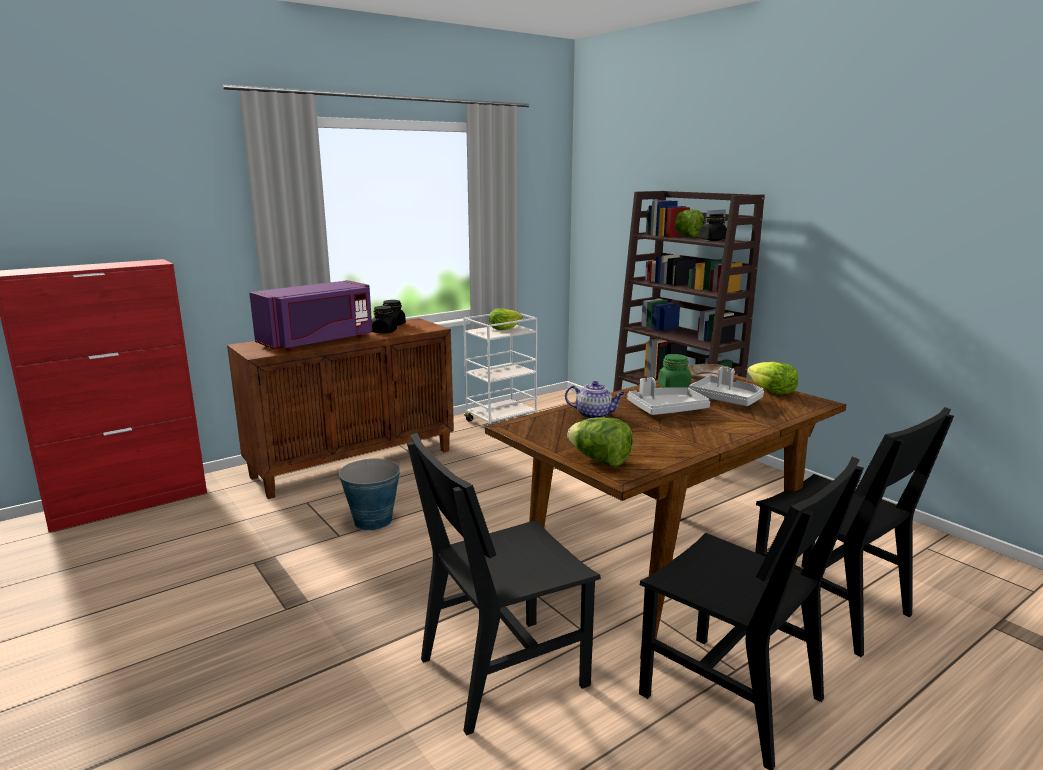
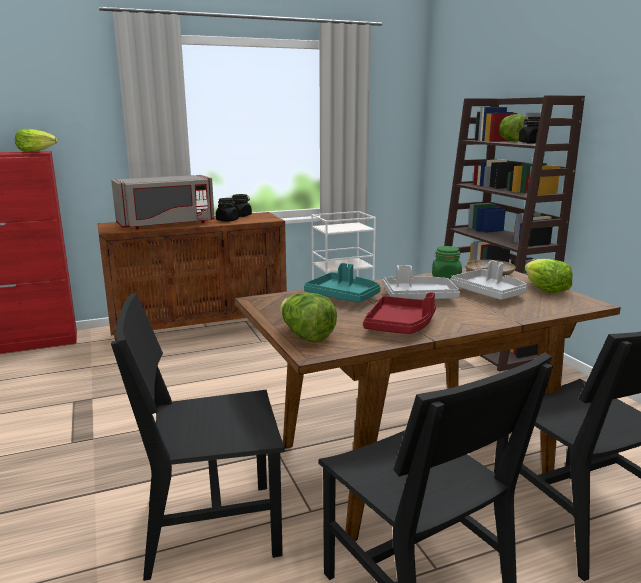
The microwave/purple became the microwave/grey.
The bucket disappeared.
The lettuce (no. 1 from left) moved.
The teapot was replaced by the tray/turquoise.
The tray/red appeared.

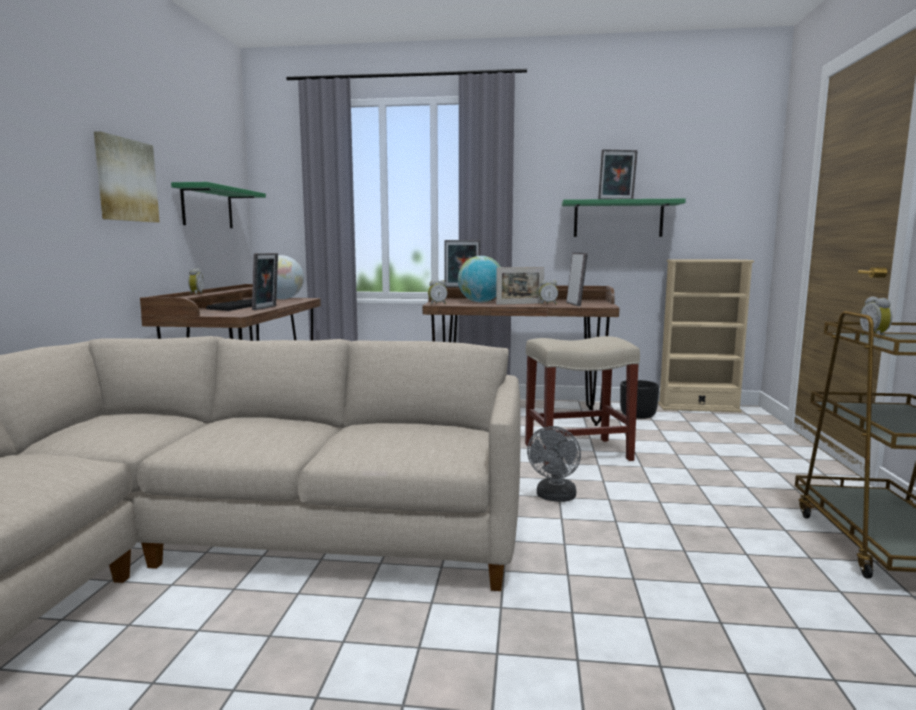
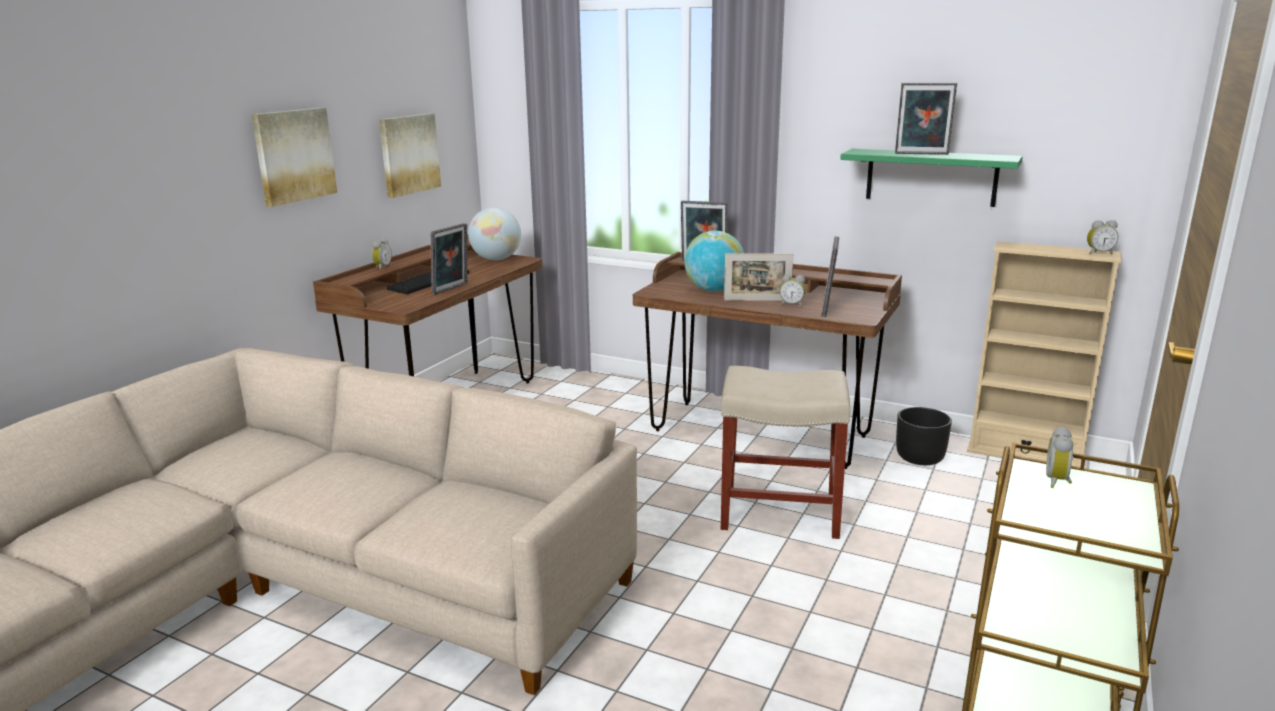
The shelf/green (no. 1 from left) was replaced by the picture (no. 2 from left).
The alarm clock (no. 2 from left in the first image) moved.
The fan/grey disappeared.

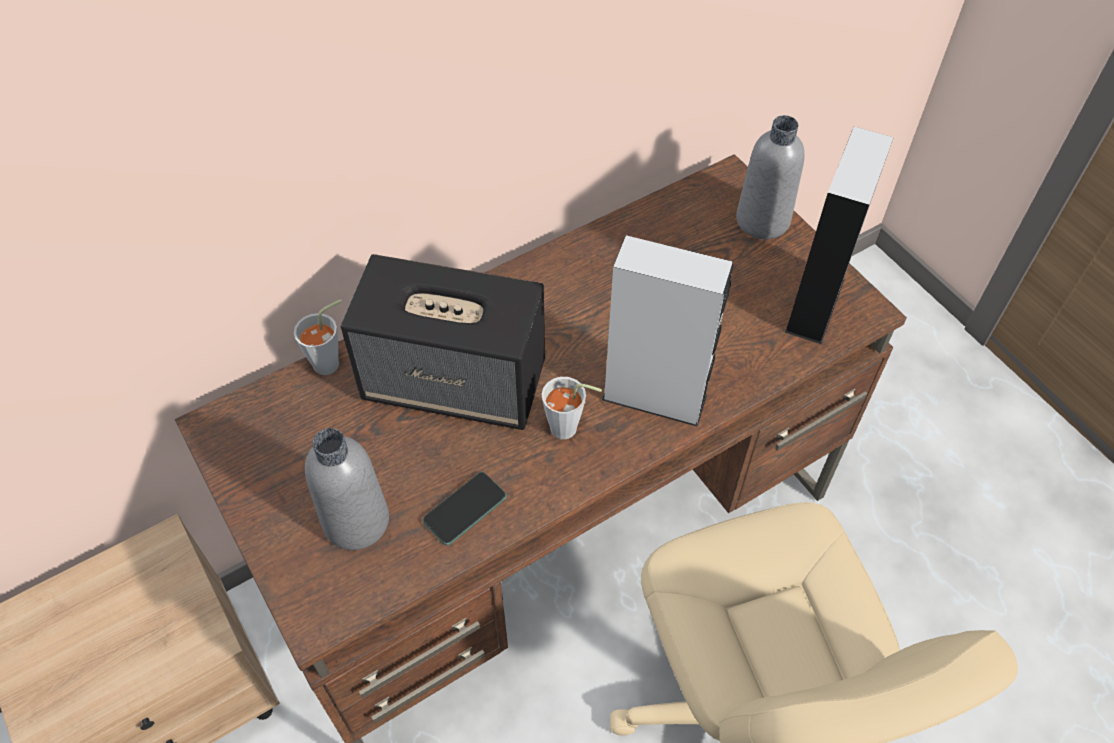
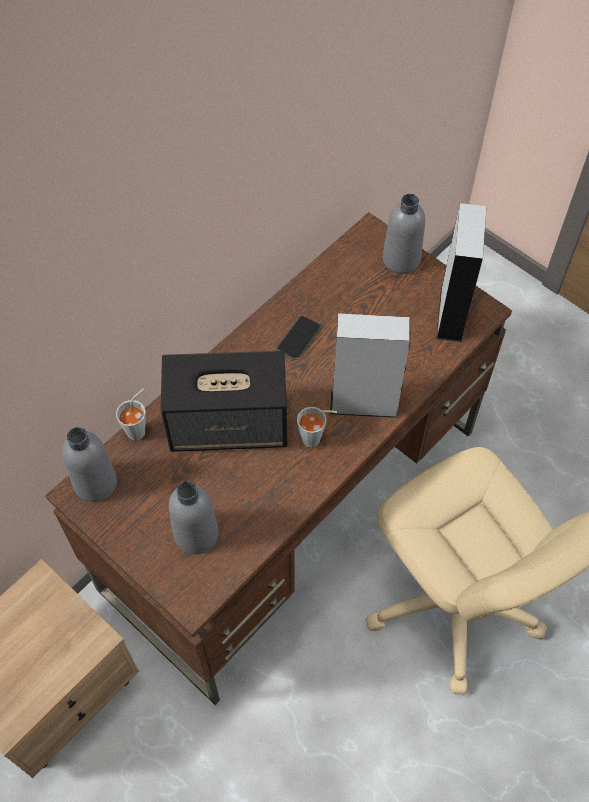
The phone moved.
The bottle/grey (no. 1 from left) appeared.

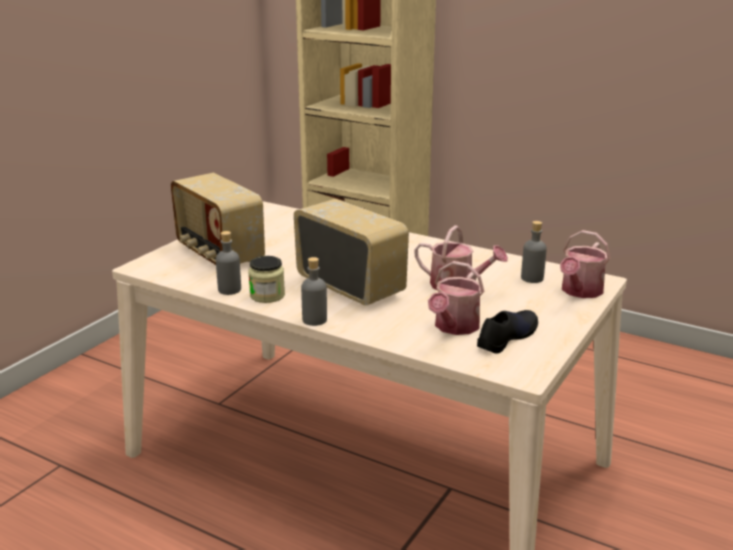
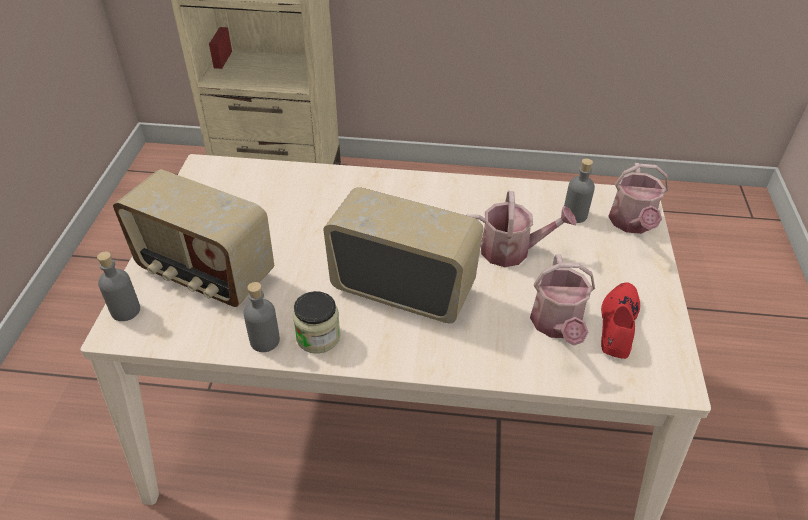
The bottle/grey (no. 2 from left in the first image) moved.
The shoe/black became the shoe/red.

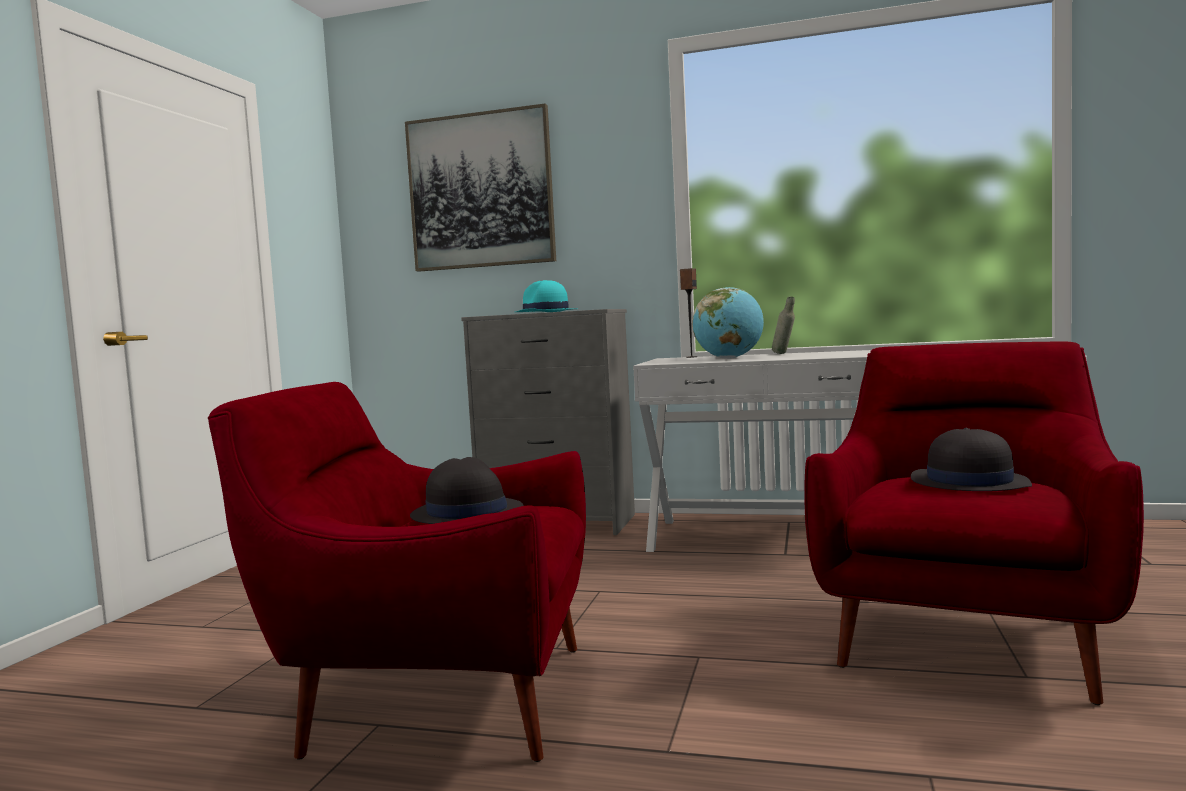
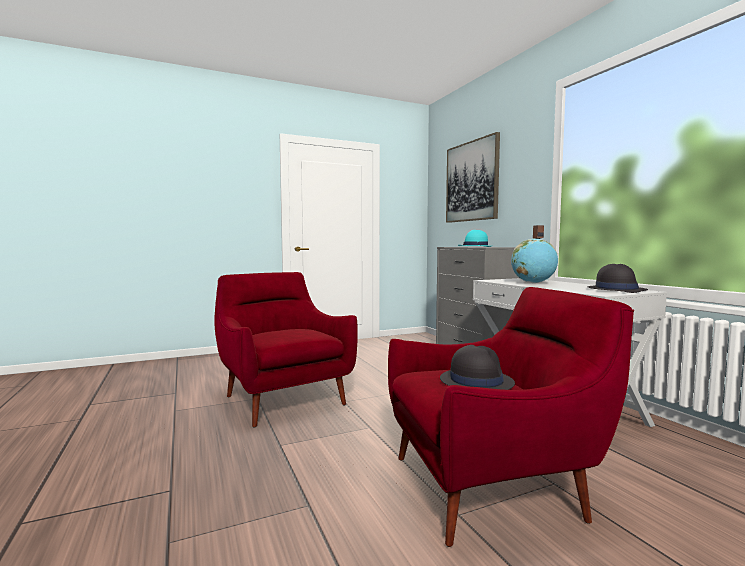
The hat/black (no. 1 from left in the first image) moved.
The bottle/grey disappeared.

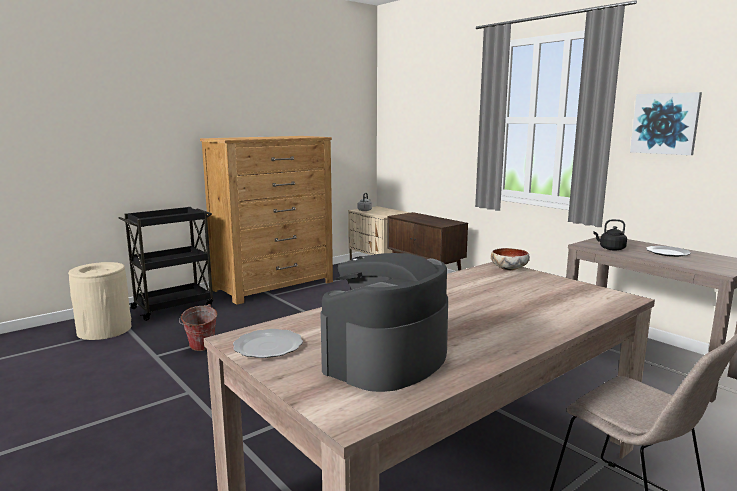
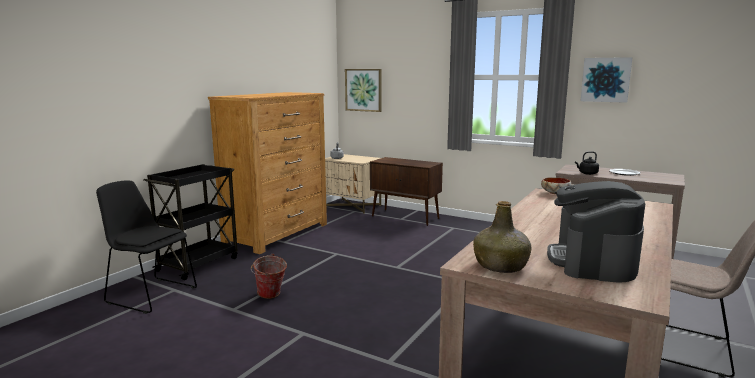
The trash can/beige was replaced by the chair/black.
The plate (no. 1 from left) was replaced by the bottle/green.
The picture (no. 1 from left) appeared.

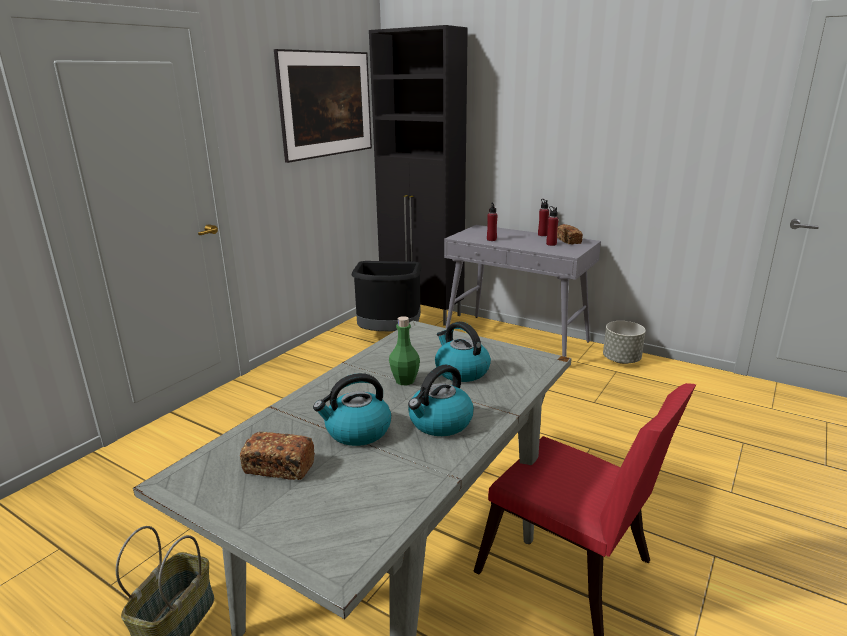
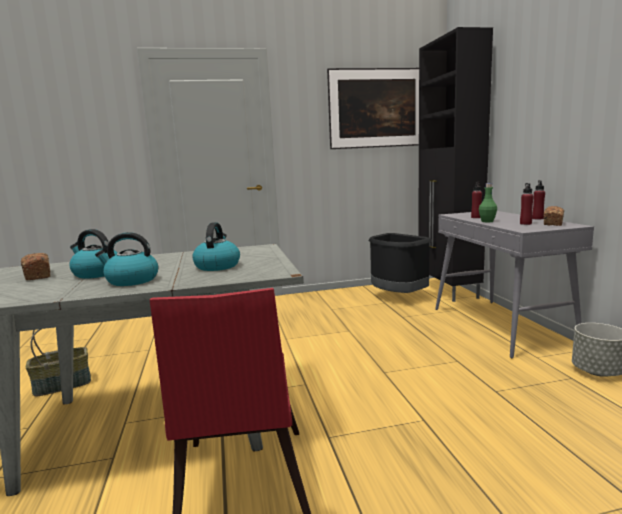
The bottle/green moved.

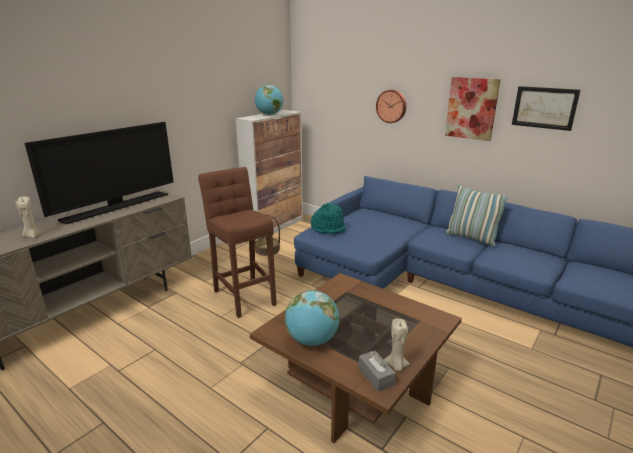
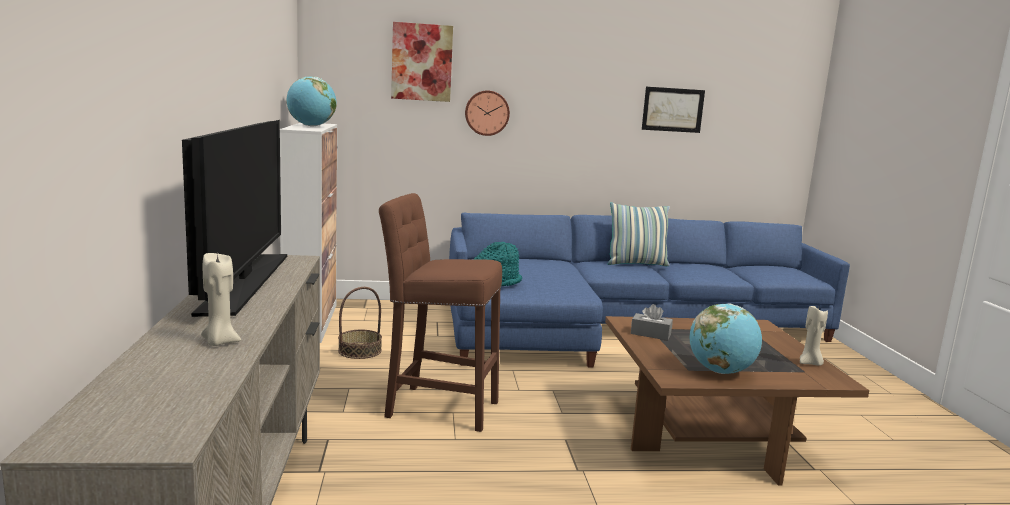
The tissue box/grey moved.
The picture (no. 1 from left) moved.

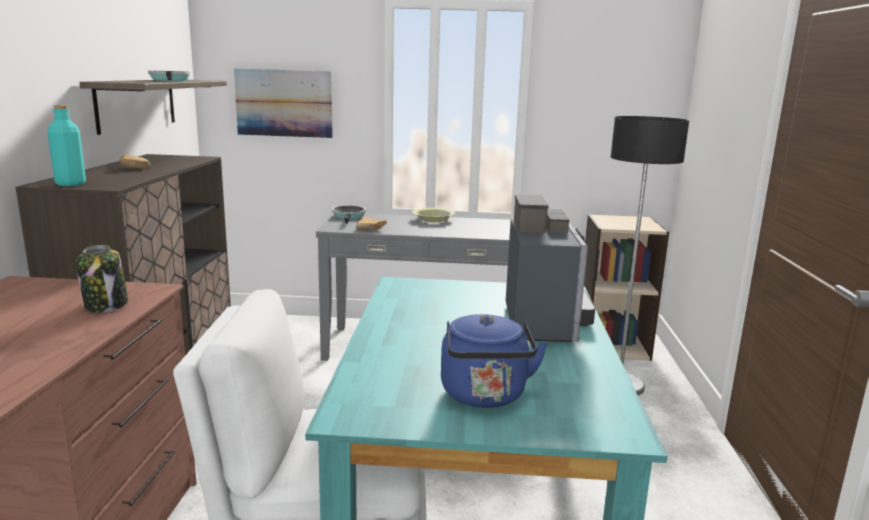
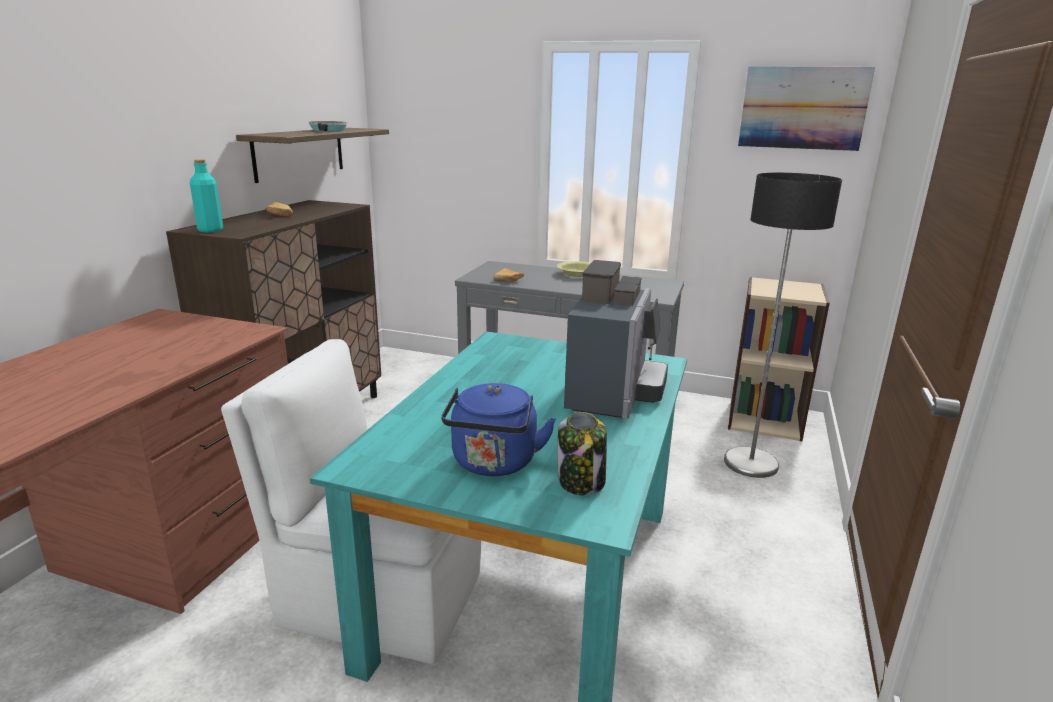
The jar moved.
The picture moved.
The frying pan (no. 2 from left) disappeared.

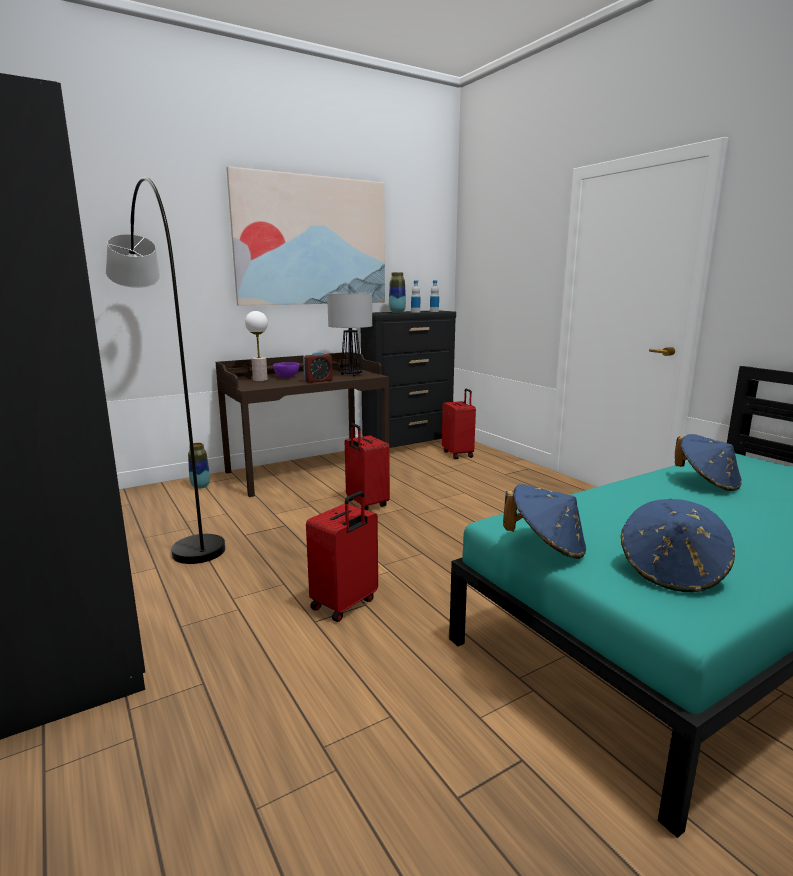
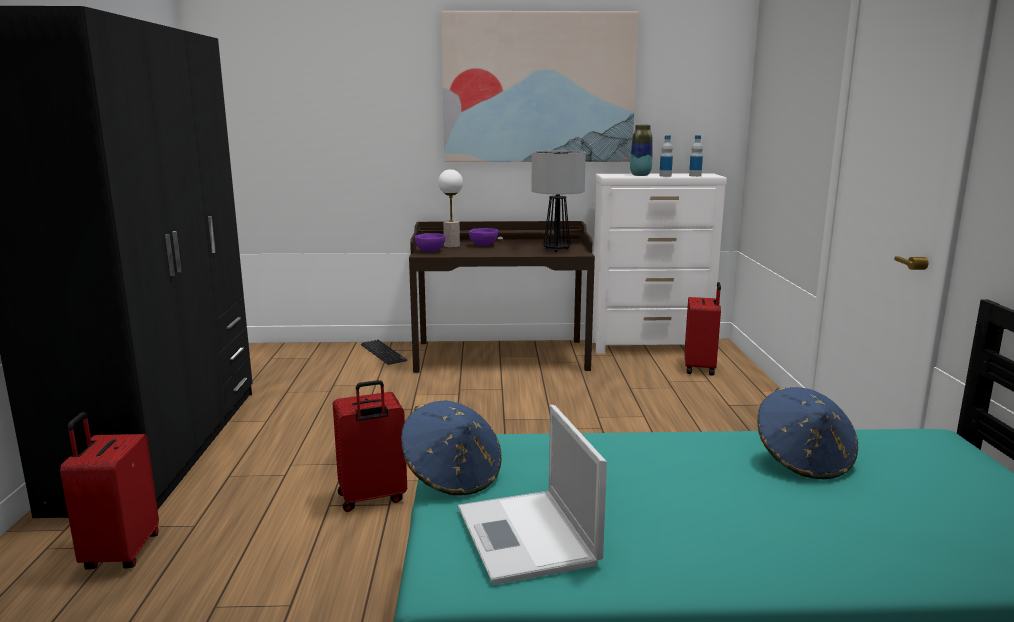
The floor lamp/grey disappeared.
The vase (no. 1 from left) was replaced by the keyboard.
The alarm clock disappeared.
The suitcase/red (no. 2 from left in the first image) moved.
The dresser/black became the dresser/white.
The hat/blue (no. 2 from left) was replaced by the laptop.
The bowl/purple (no. 1 from left) appeared.

